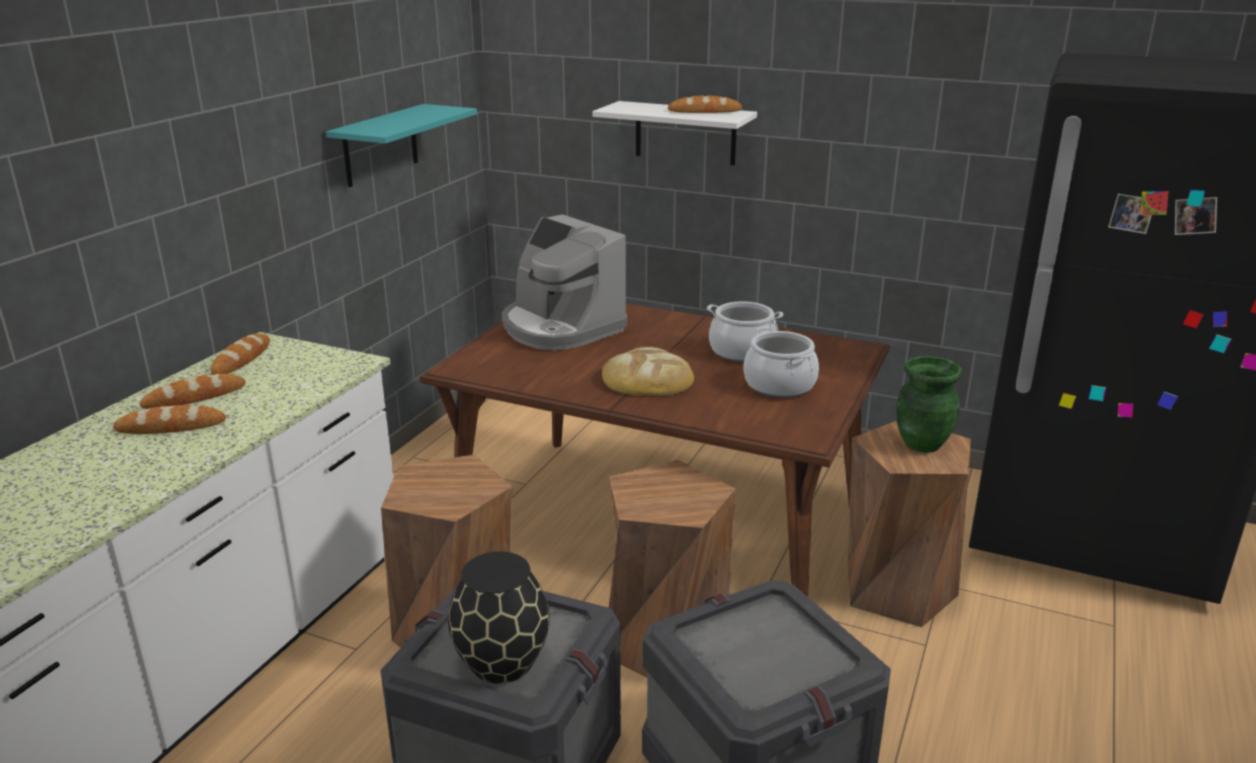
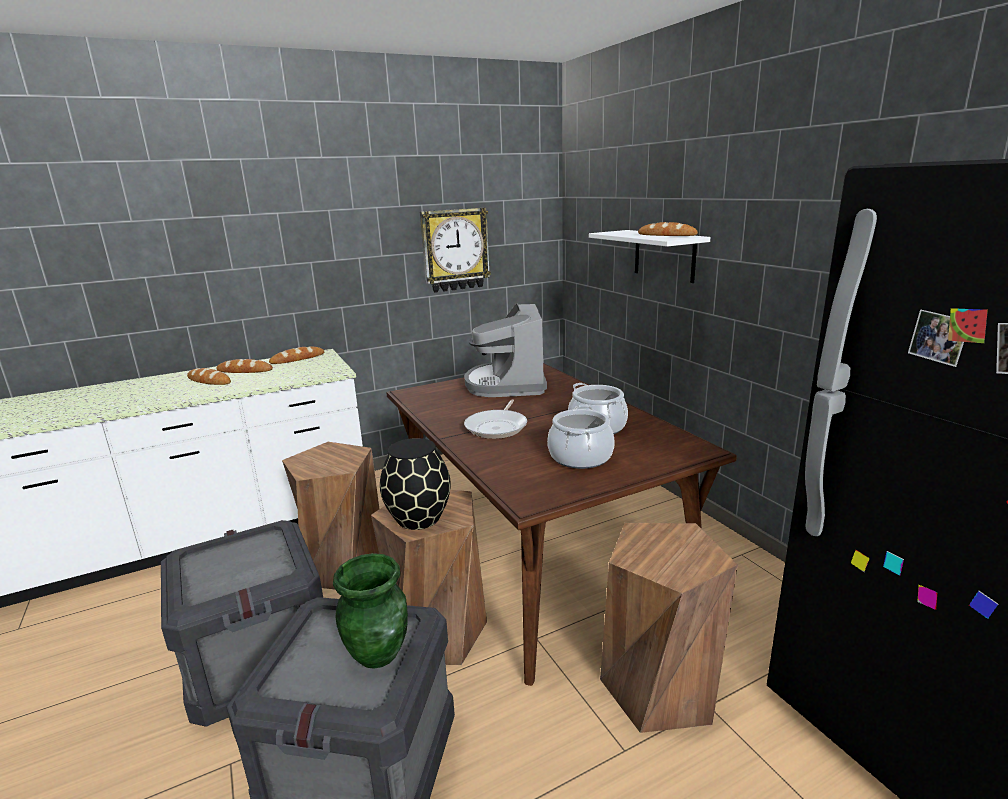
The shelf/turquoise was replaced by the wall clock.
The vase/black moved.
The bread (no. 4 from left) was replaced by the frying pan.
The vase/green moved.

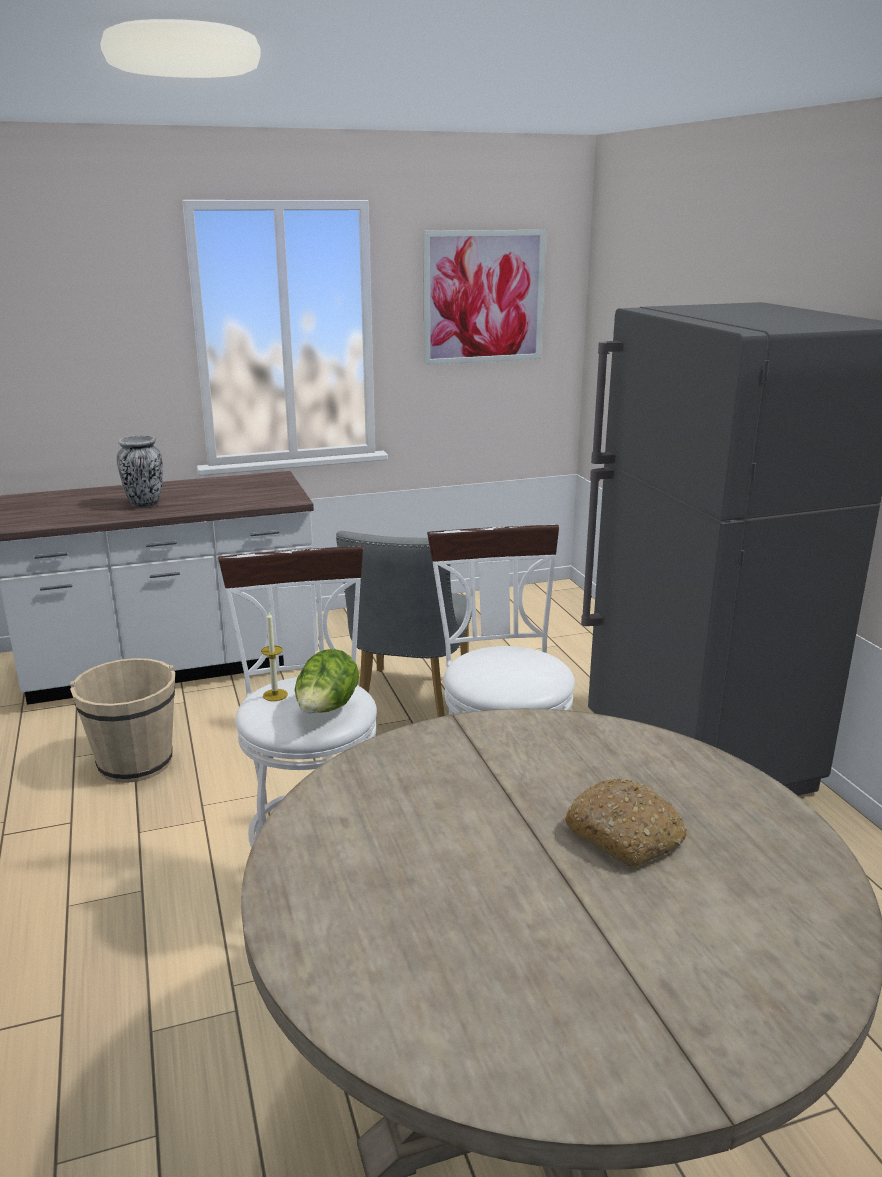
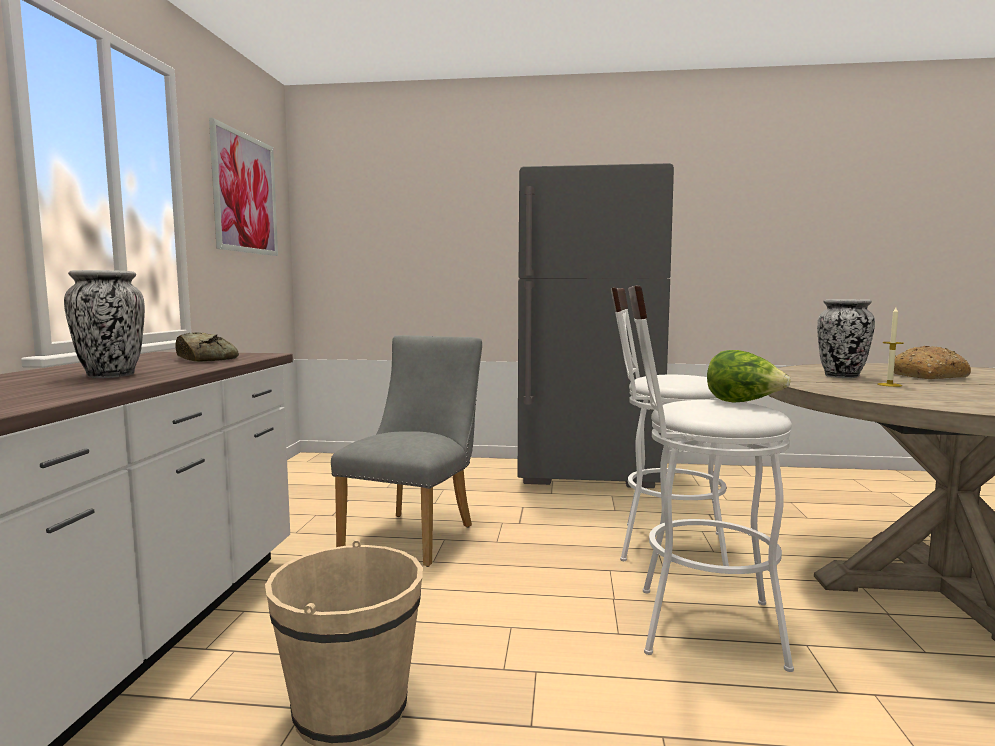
The candle moved.
The chair/grey turned 105 degrees counterclockwise.
The bread (no. 1 from left) appeared.
The vase (no. 2 from left) appeared.

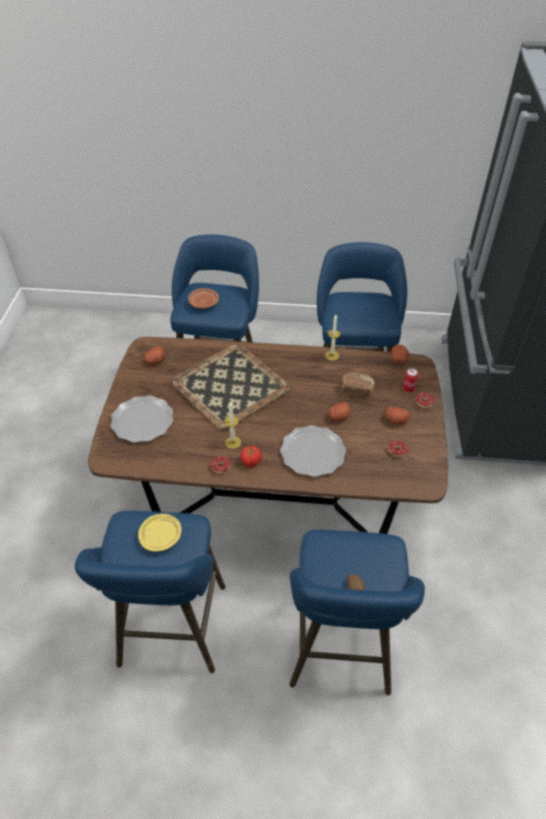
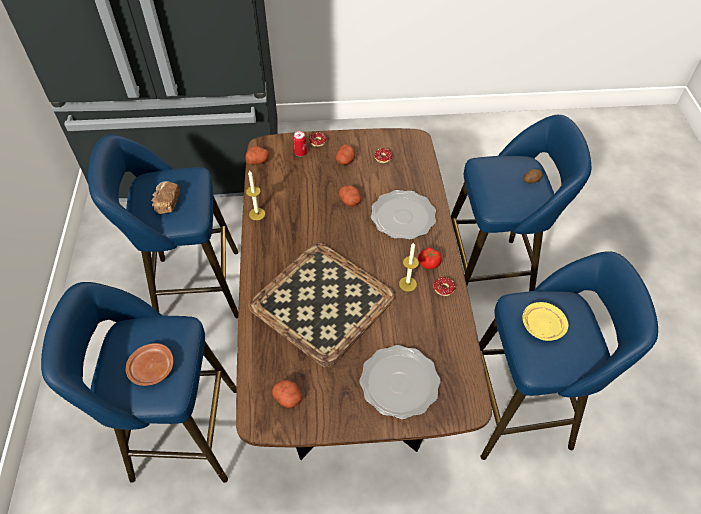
The bread moved.

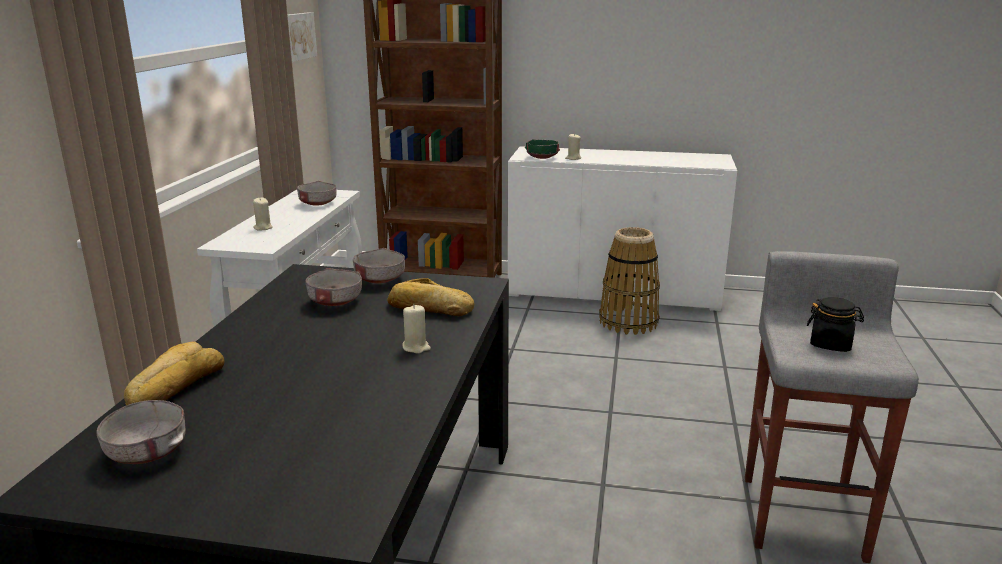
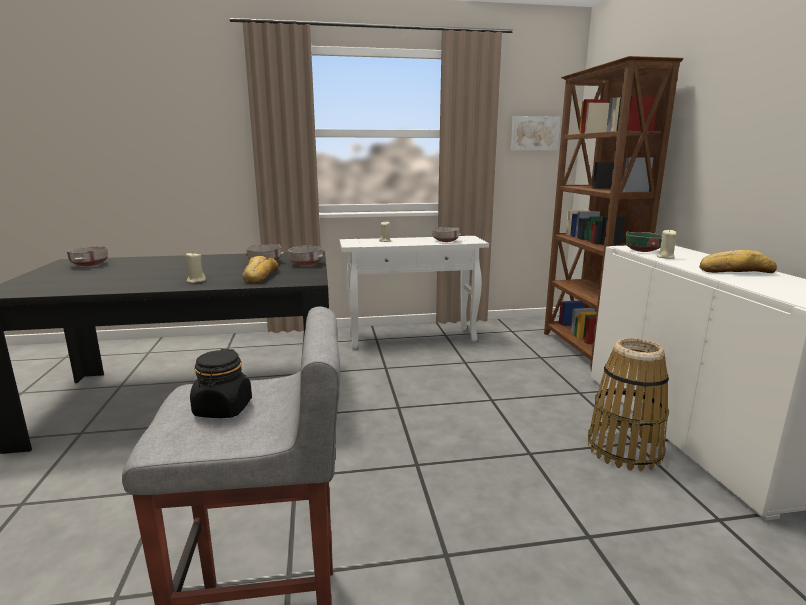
The bread (no. 1 from left in the first image) moved.

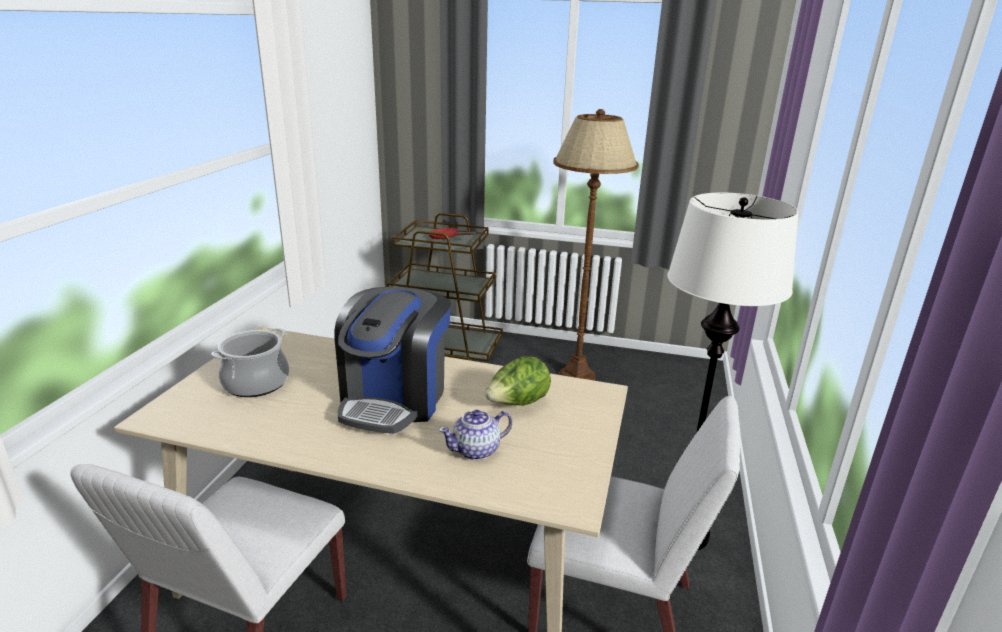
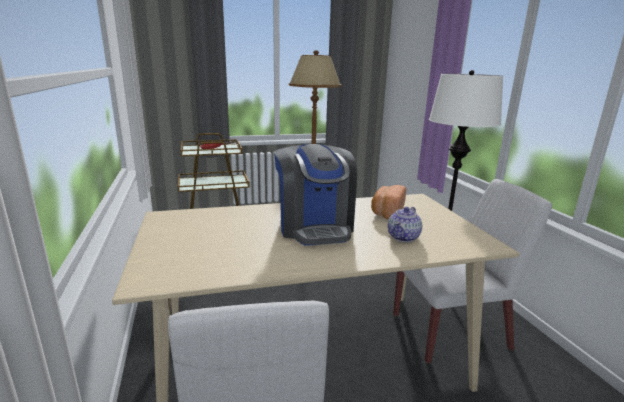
The cooking pot disappeared.
The lettuce was replaced by the bread.

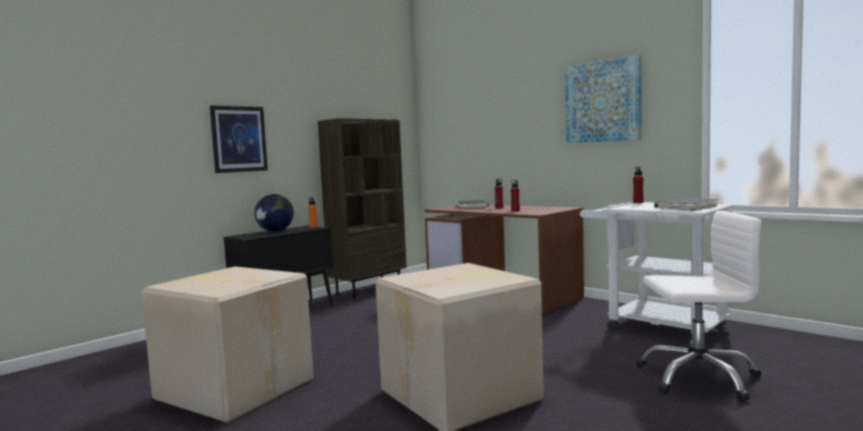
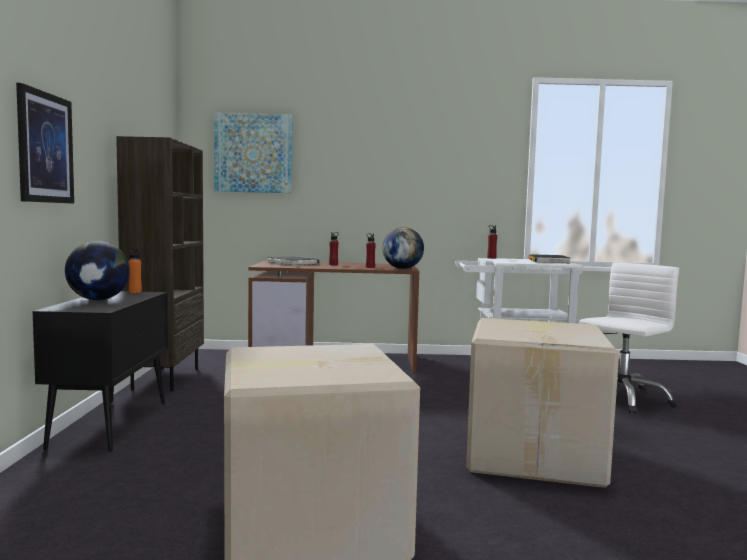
The picture (no. 2 from left) moved.
The globe (no. 2 from left) appeared.

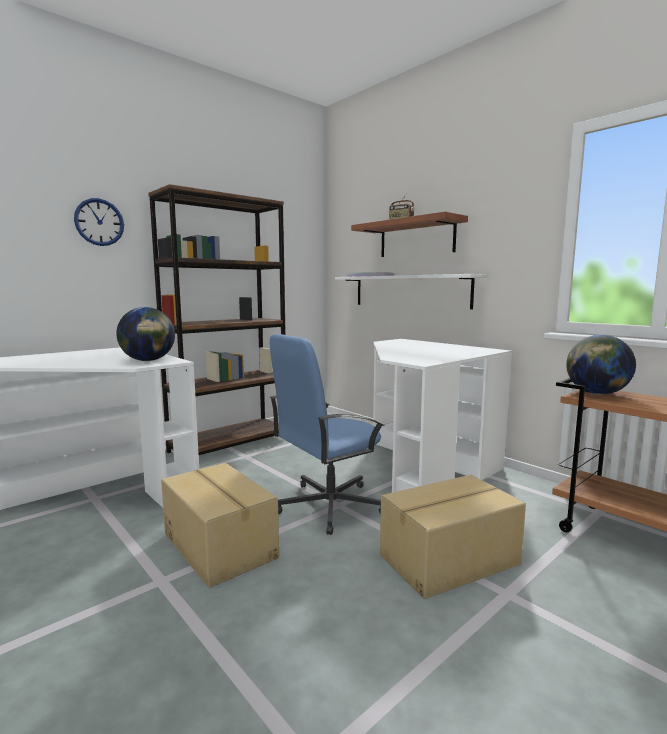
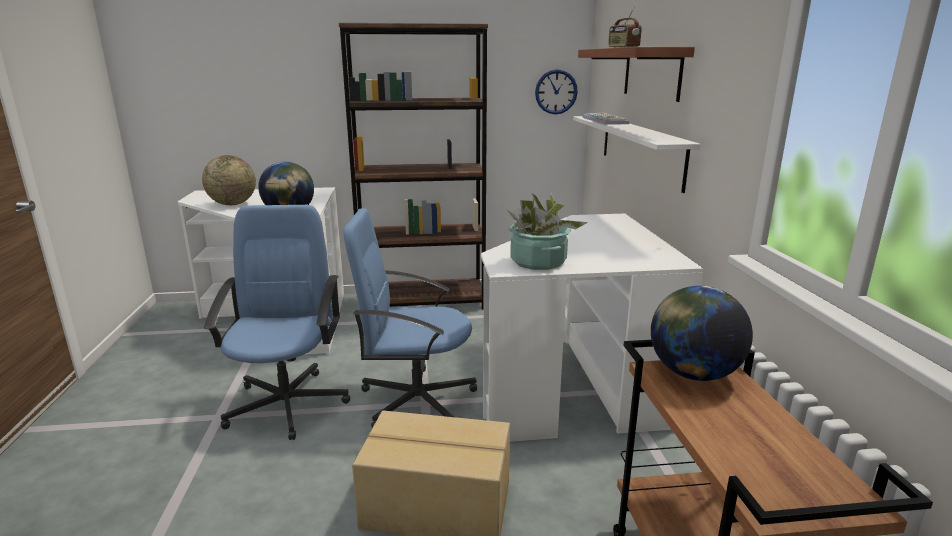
The wall clock moved.
The cardboard box (no. 1 from left) was replaced by the office chair/blue (no. 1 from left).
The globe (no. 1 from left) appeared.
The potted plant appeared.

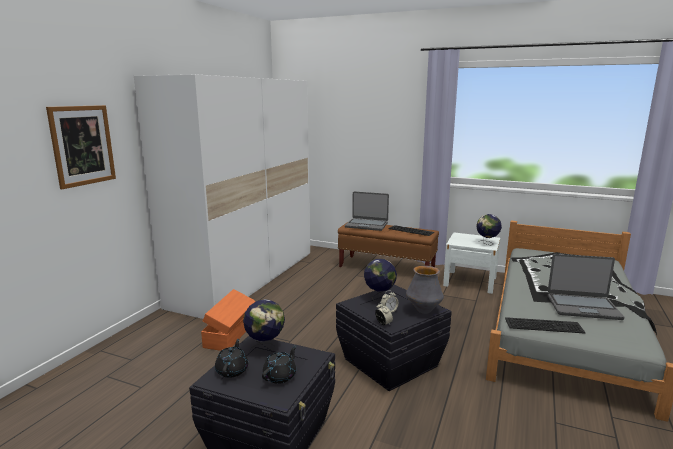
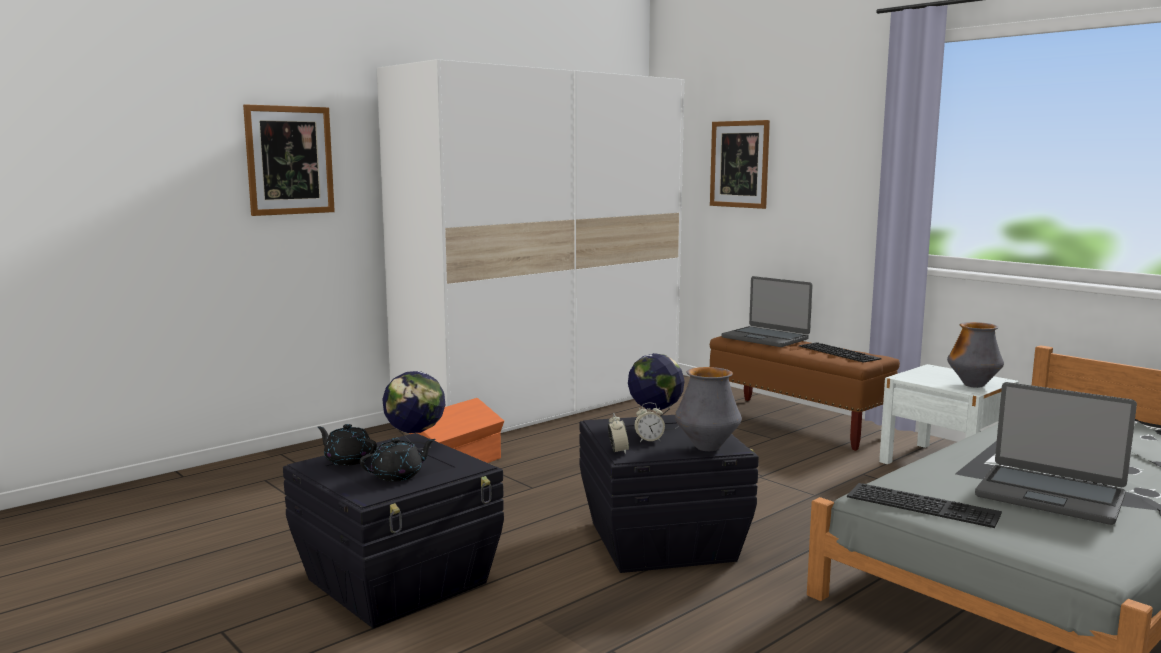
The teapot/black (no. 1 from left) turned 90 degrees counterclockwise.
The globe (no. 3 from left) was replaced by the vase (no. 2 from left).
The picture (no. 2 from left) appeared.

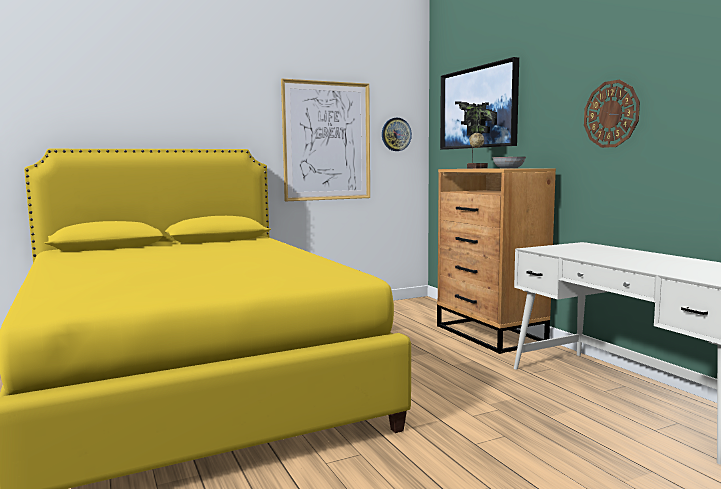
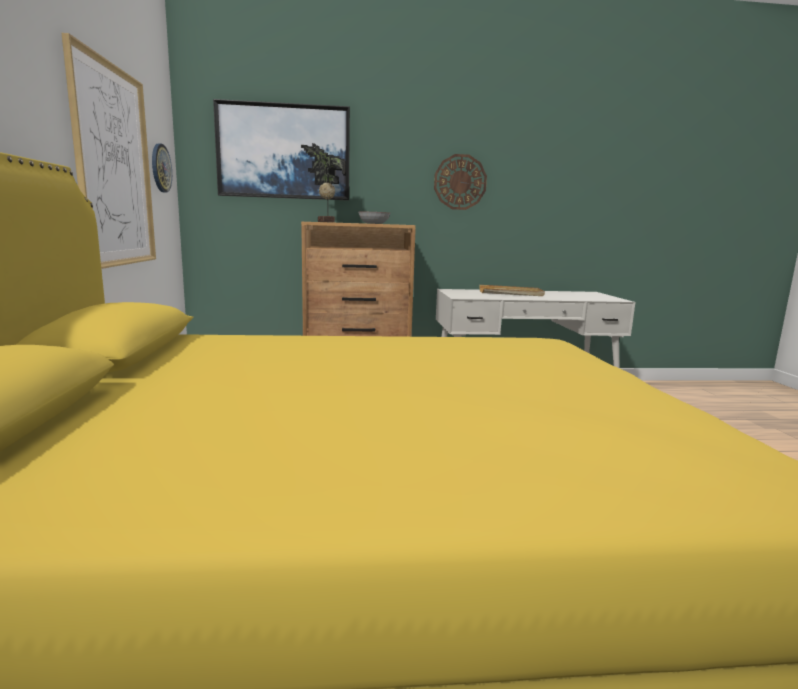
The tray/beige appeared.

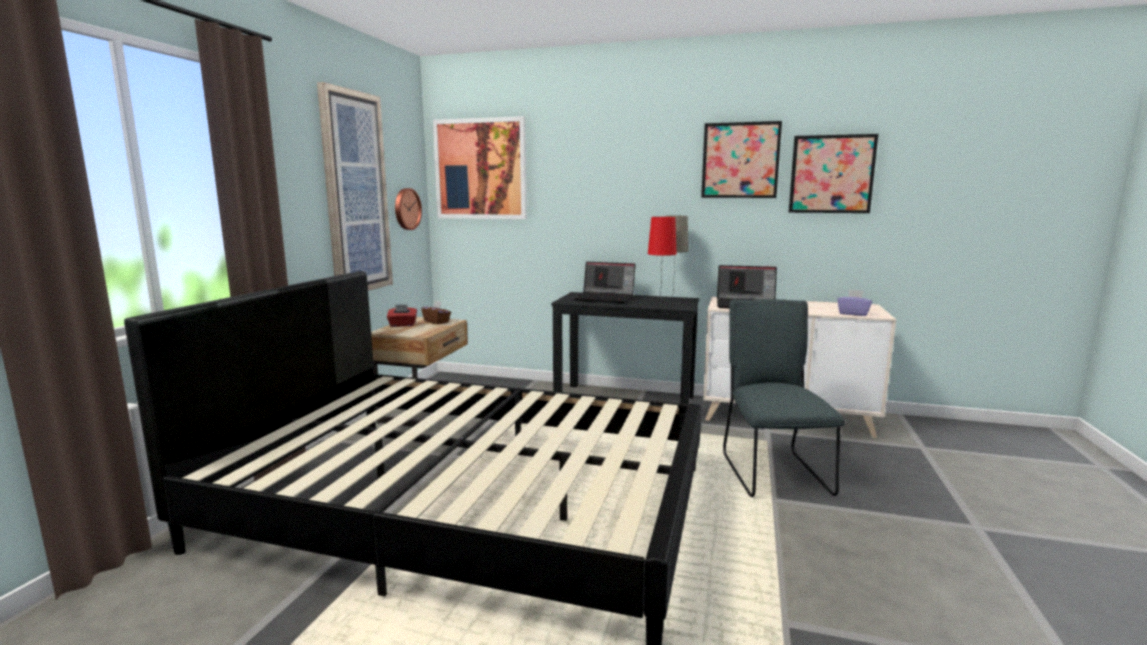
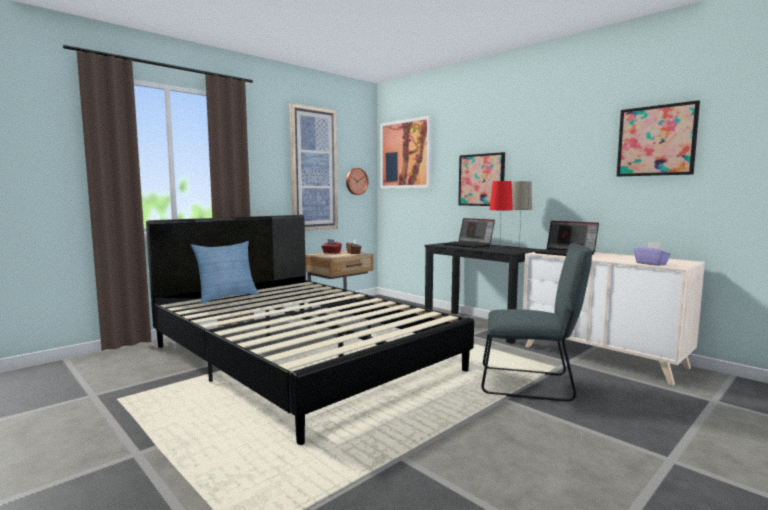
The picture (no. 3 from left) moved.
The chair/grey turned 75 degrees clockwise.
The pillow appeared.

